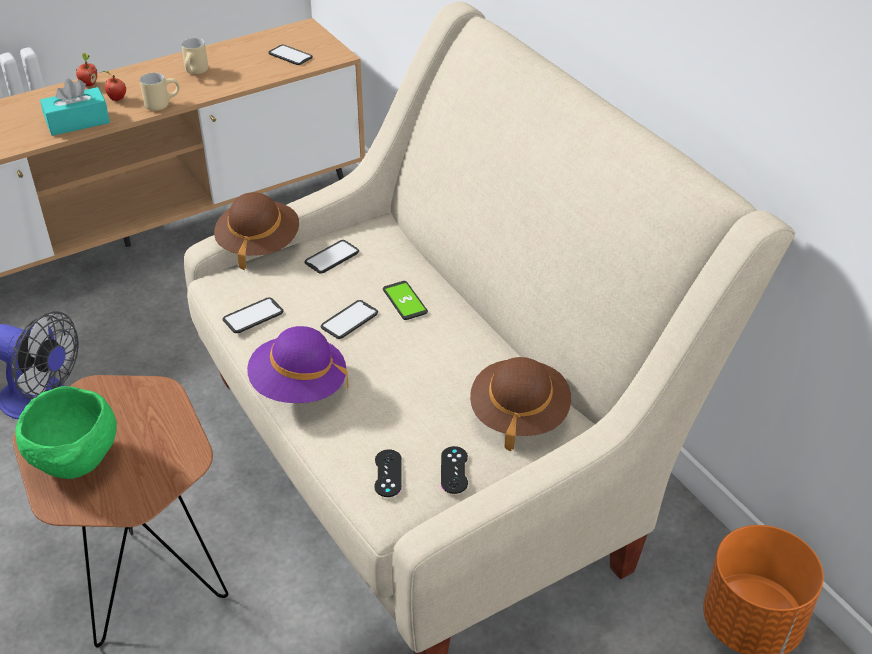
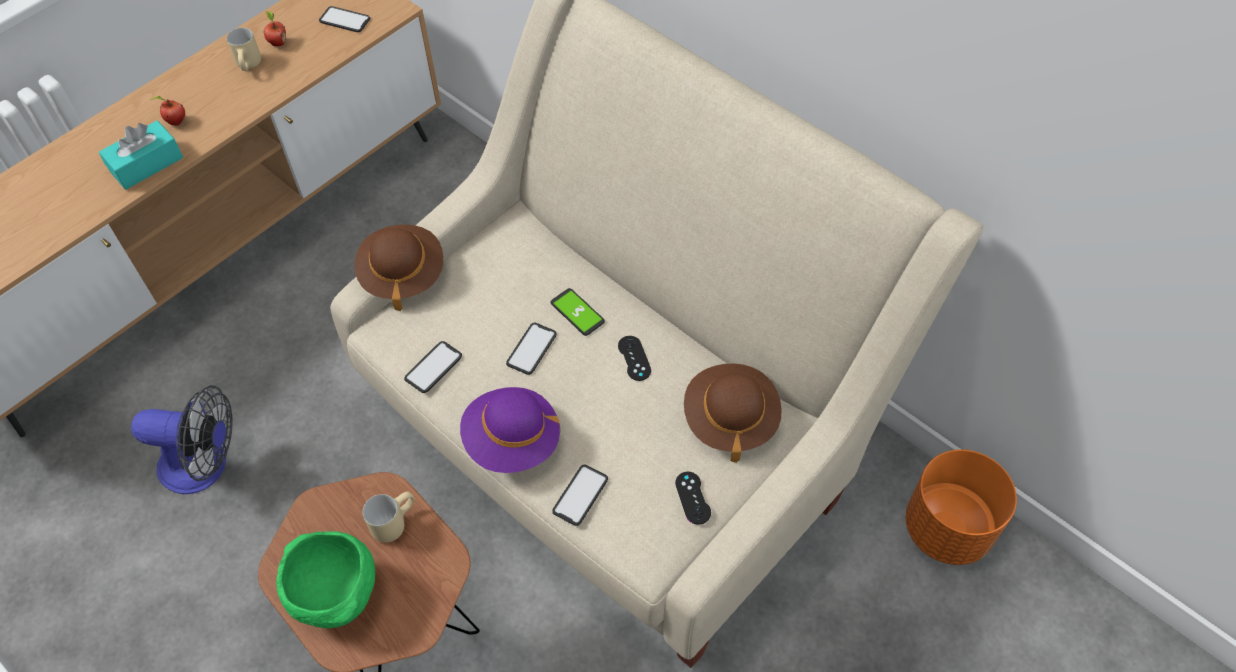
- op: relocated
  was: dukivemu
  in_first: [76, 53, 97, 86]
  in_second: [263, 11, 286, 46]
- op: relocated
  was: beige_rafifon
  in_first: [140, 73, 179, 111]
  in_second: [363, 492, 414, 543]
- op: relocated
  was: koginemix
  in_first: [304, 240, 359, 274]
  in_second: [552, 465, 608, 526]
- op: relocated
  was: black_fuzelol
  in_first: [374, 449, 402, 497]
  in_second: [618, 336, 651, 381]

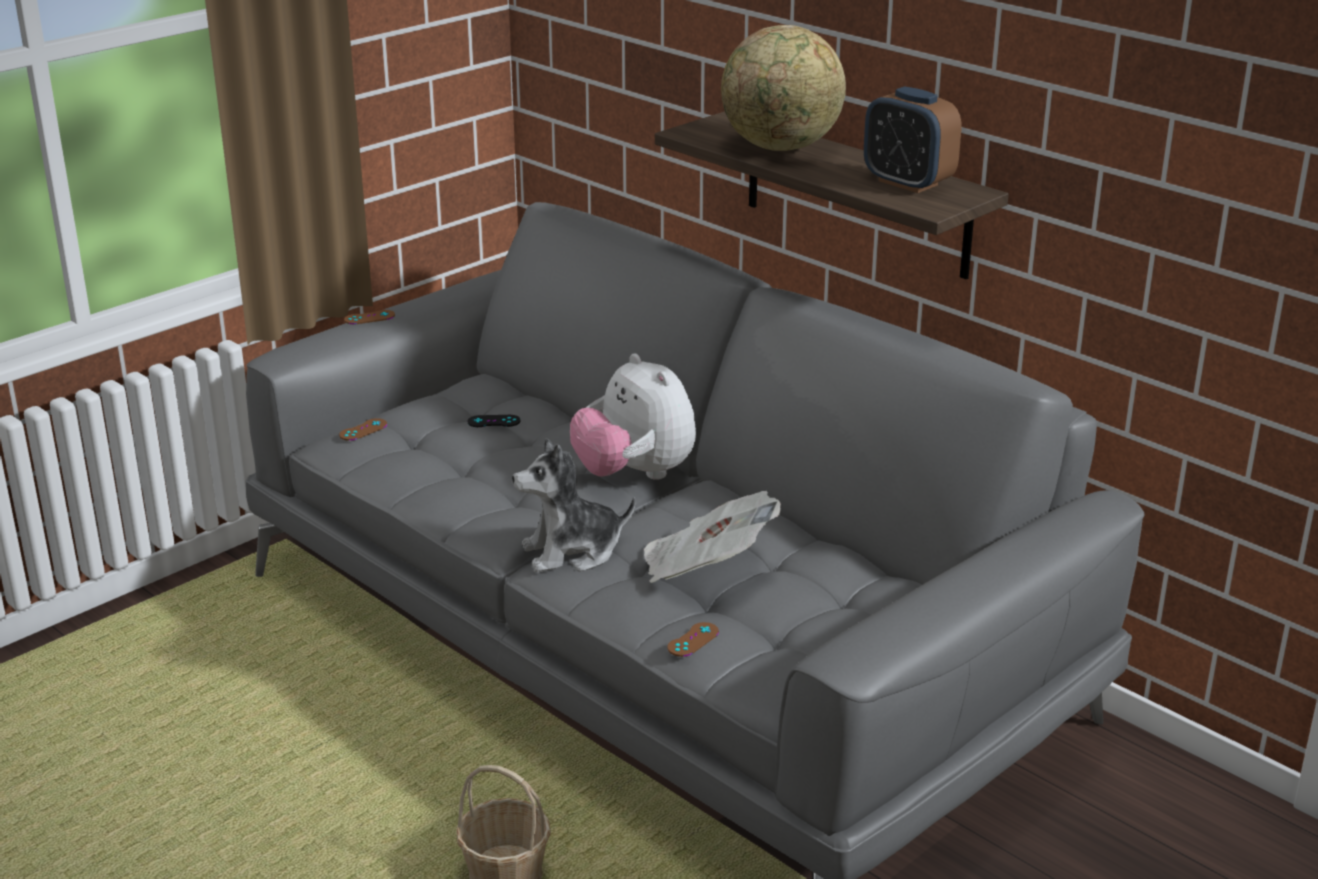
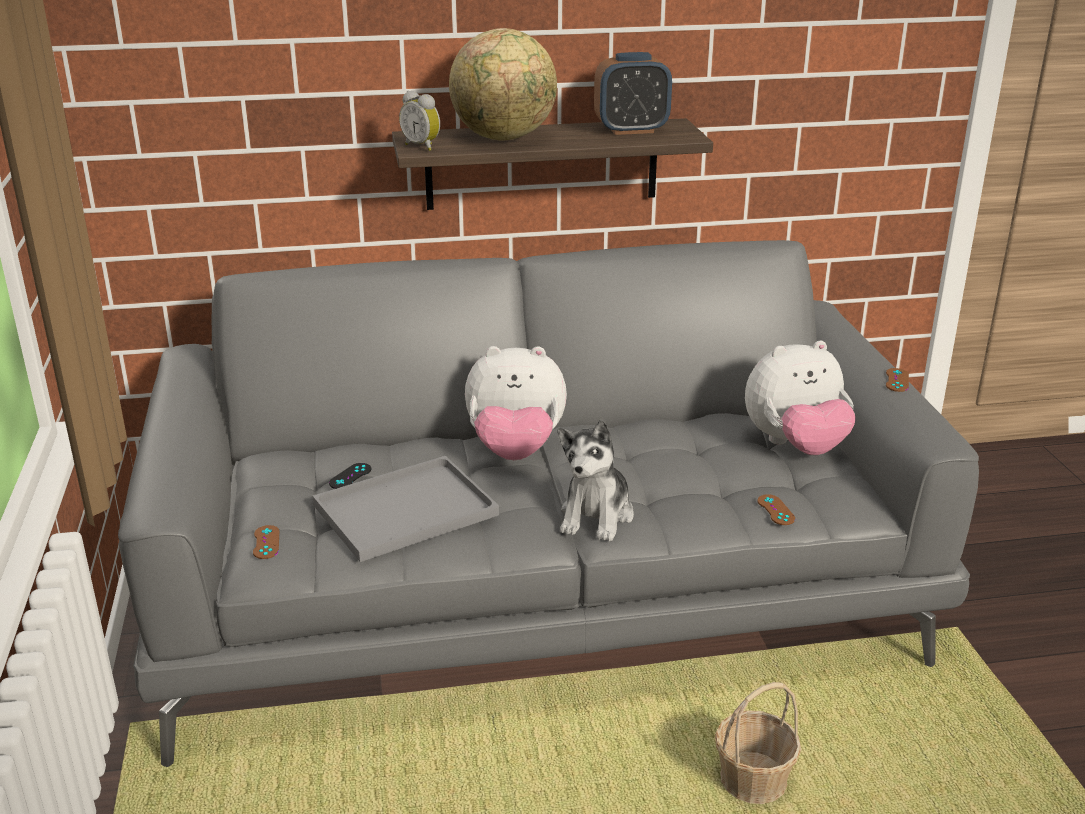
- op: missing
  was: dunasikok
  in_first: [644, 491, 781, 583]
- op: appeared
  now: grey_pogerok
  in_second: [313, 456, 499, 562]
- op: appeared
  now: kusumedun
  in_second: [399, 91, 440, 151]
- op: appeared
  now: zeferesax
  in_second: [745, 341, 856, 455]
- op: relocated
  was: brown_fuzelol
  in_first: [344, 310, 395, 324]
  in_second: [886, 368, 909, 392]

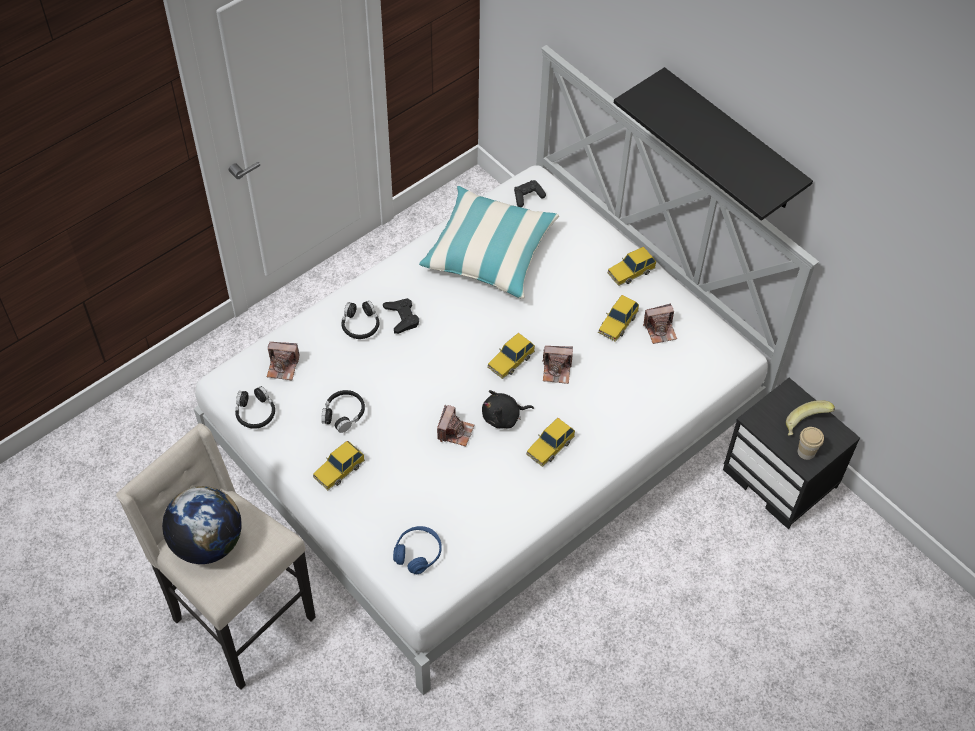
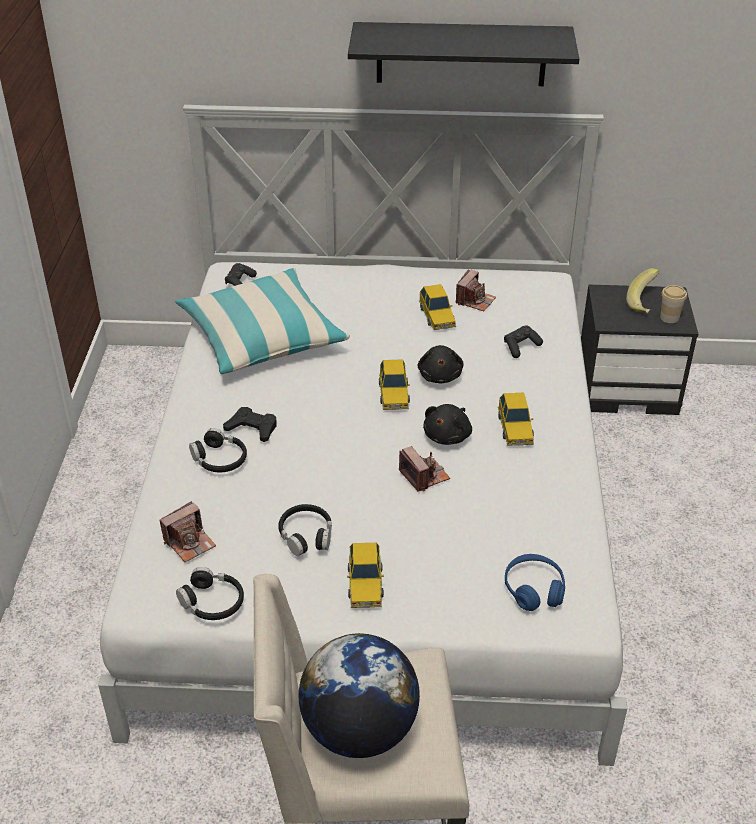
- op: missing
  was: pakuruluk
  in_first: [607, 247, 656, 286]
- op: appeared
  now: black_fuzelol
  in_second: [504, 326, 543, 358]
- op: exchanged
  was: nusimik
  now: black_zeferesax
  in_first: [542, 346, 573, 384]
  in_second: [418, 345, 464, 383]

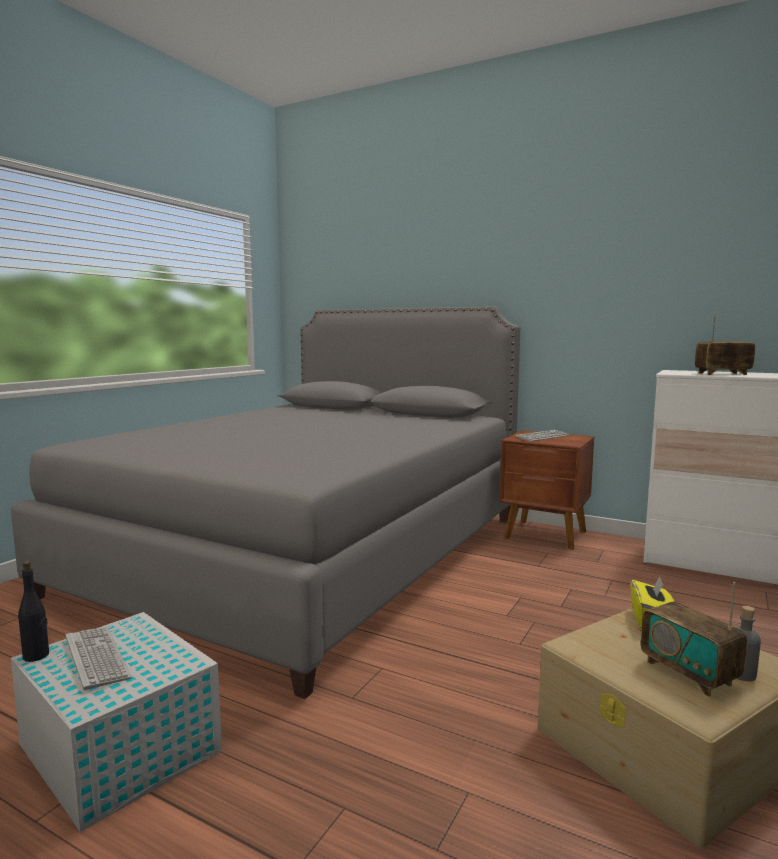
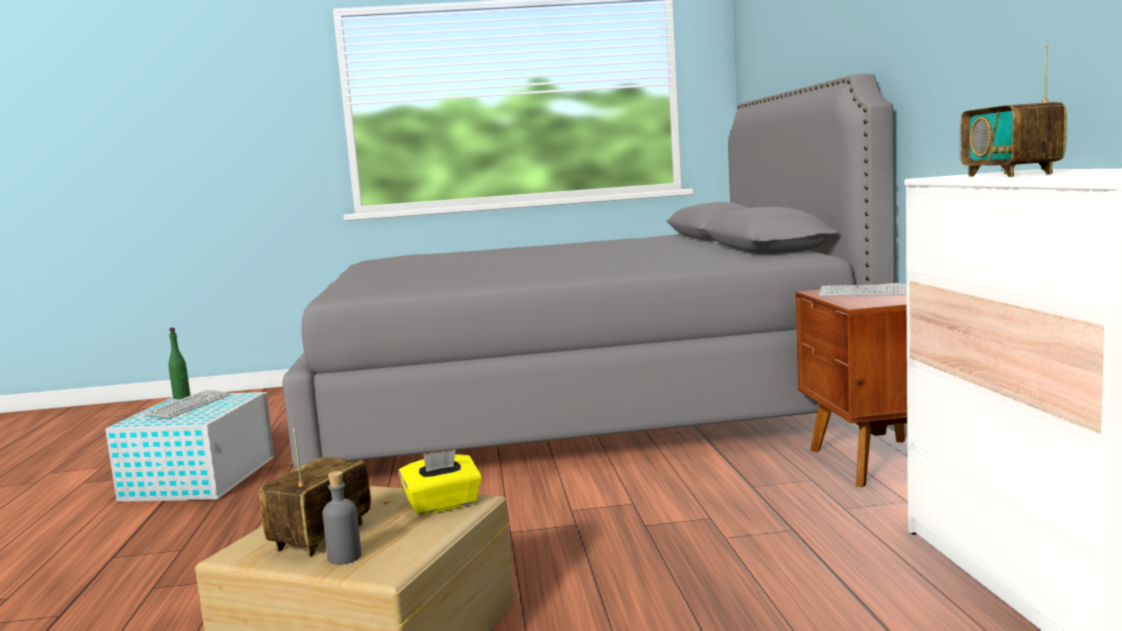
- op: colour
  was: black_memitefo
  now: green_memitefo
  in_first: [18, 561, 49, 662]
  in_second: [168, 327, 191, 399]
- op: spun
  was: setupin
  in_first: [695, 315, 755, 375]
  in_second: [961, 43, 1067, 177]
  clockwise: -150

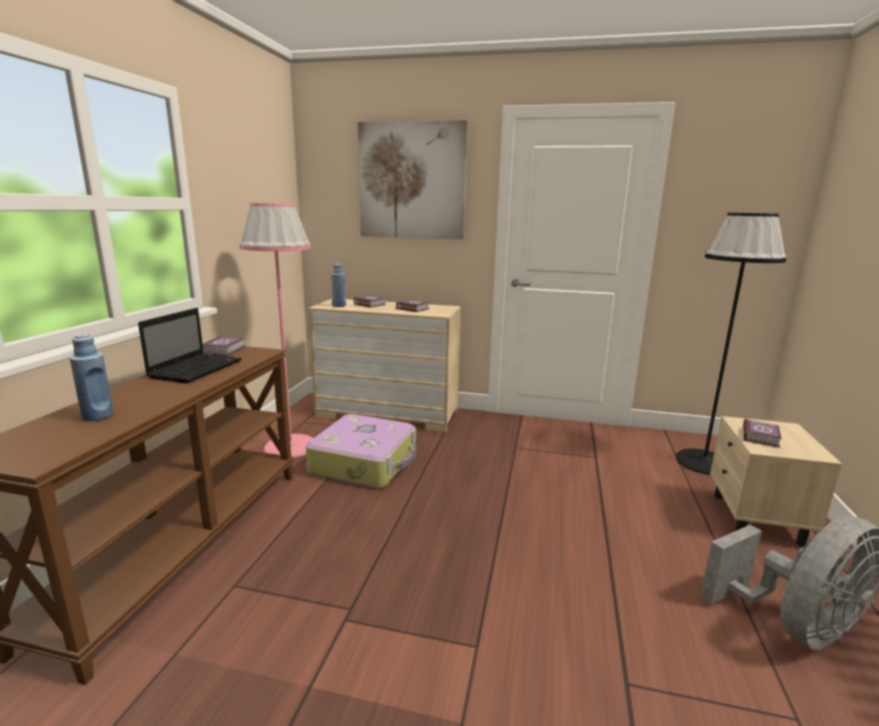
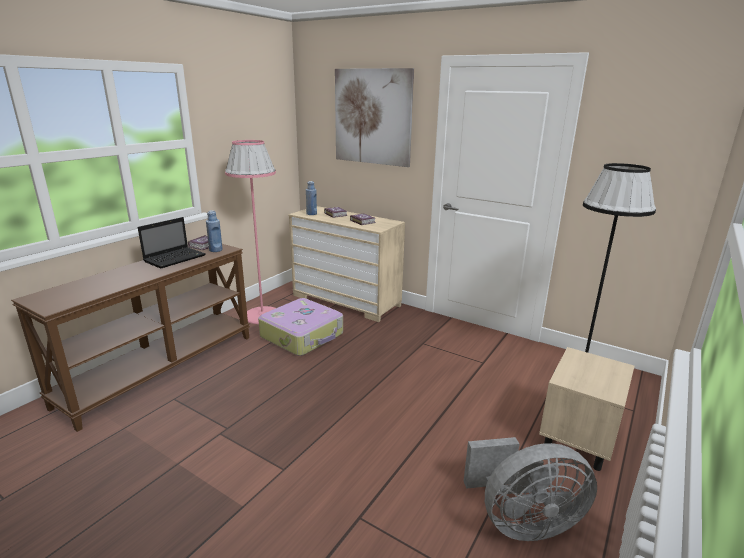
- op: missing
  was: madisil
  in_first: [743, 419, 782, 448]
- op: relocated
  was: blue_memitefo
  in_first: [69, 334, 113, 421]
  in_second: [206, 210, 223, 252]

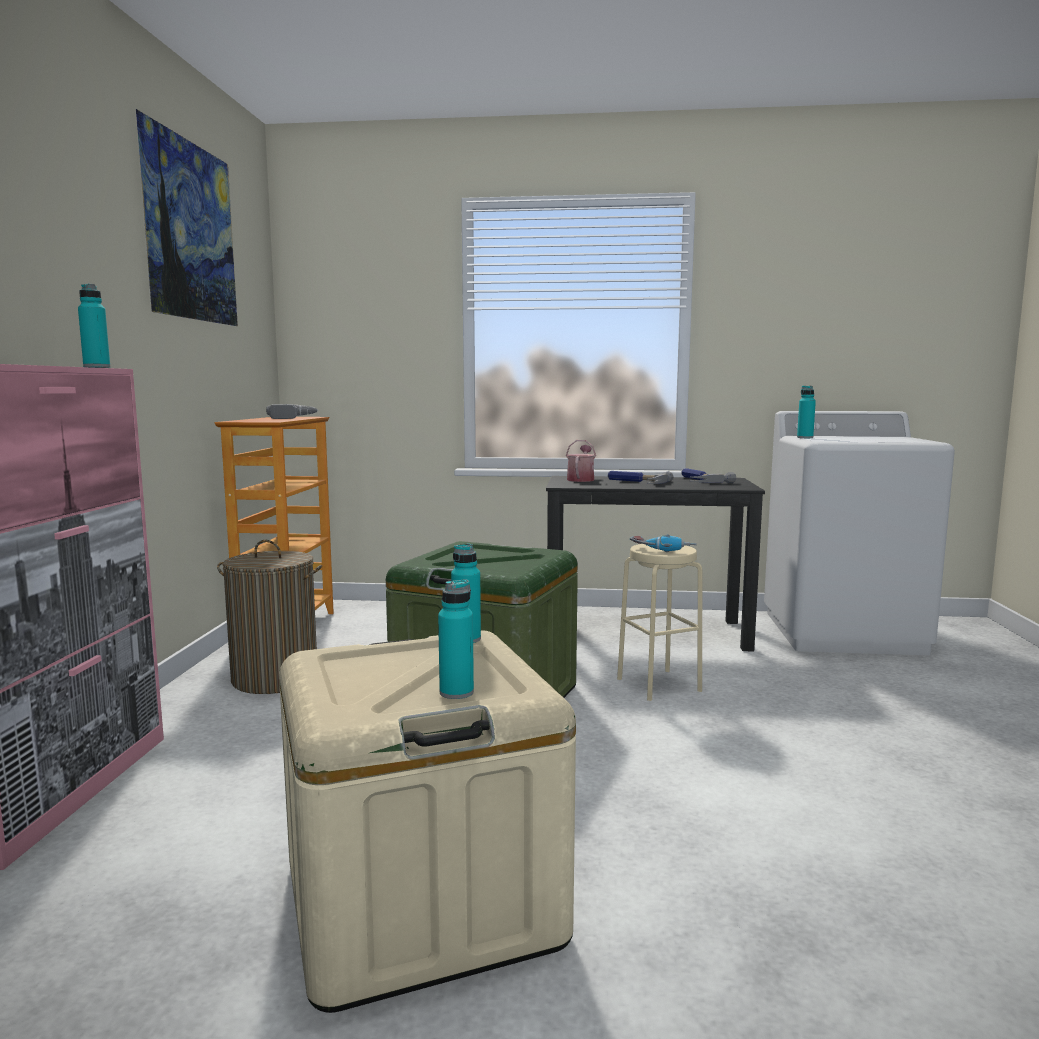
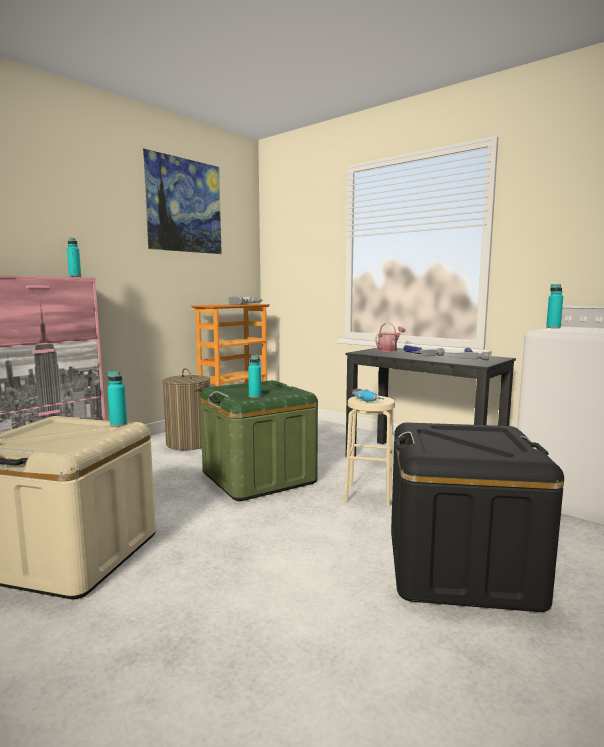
- op: appeared
  now: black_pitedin
  in_second: [391, 422, 564, 612]
- op: relocated
  was: turquoise_memitefo
  in_first: [438, 580, 474, 699]
  in_second: [248, 355, 261, 398]

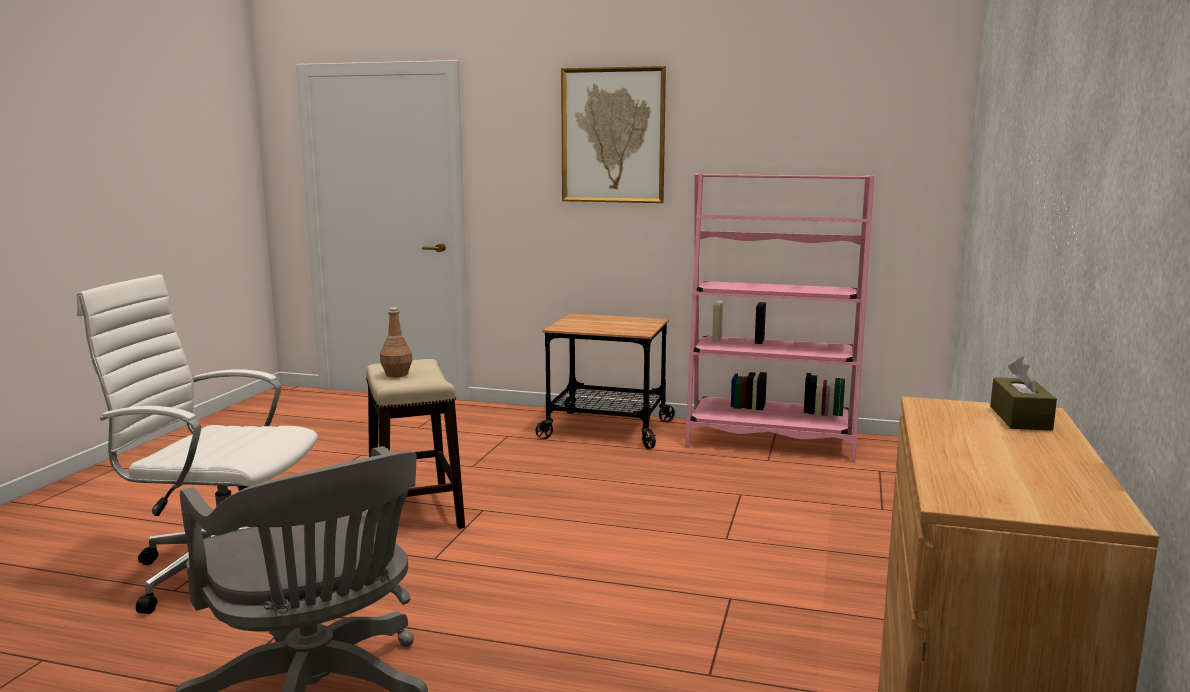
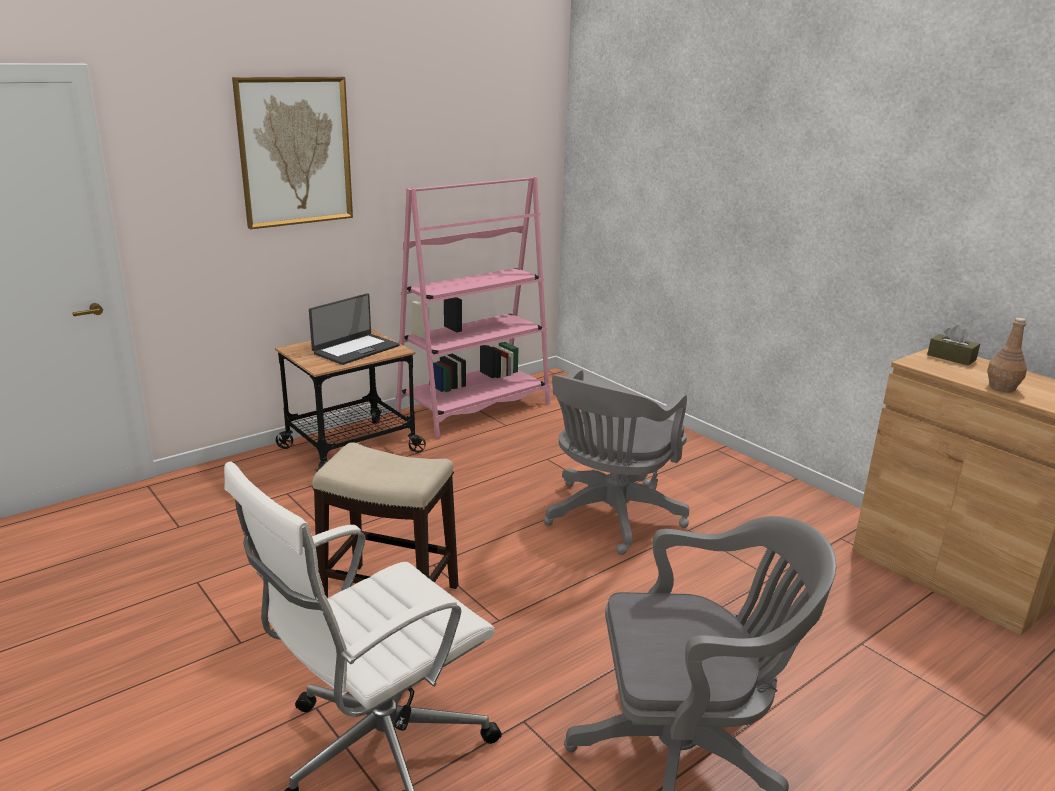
- op: appeared
  now: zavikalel
  in_second: [309, 293, 399, 365]
- op: appeared
  now: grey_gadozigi
  in_second: [543, 369, 689, 555]
- op: relocated
  was: brown_memitefo
  in_first: [380, 307, 412, 377]
  in_second: [987, 318, 1027, 392]

